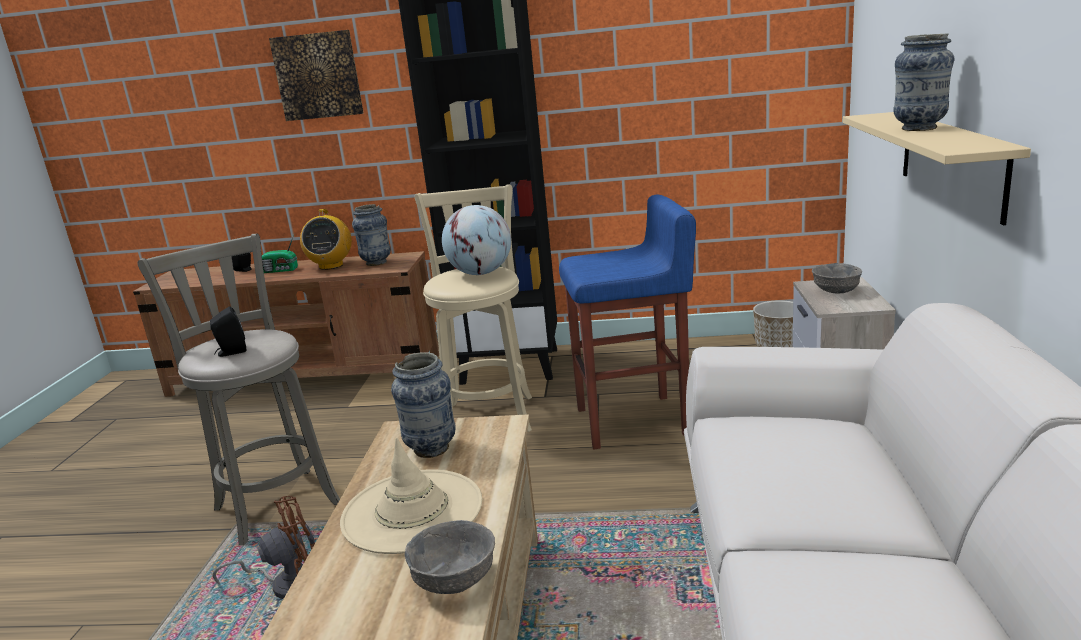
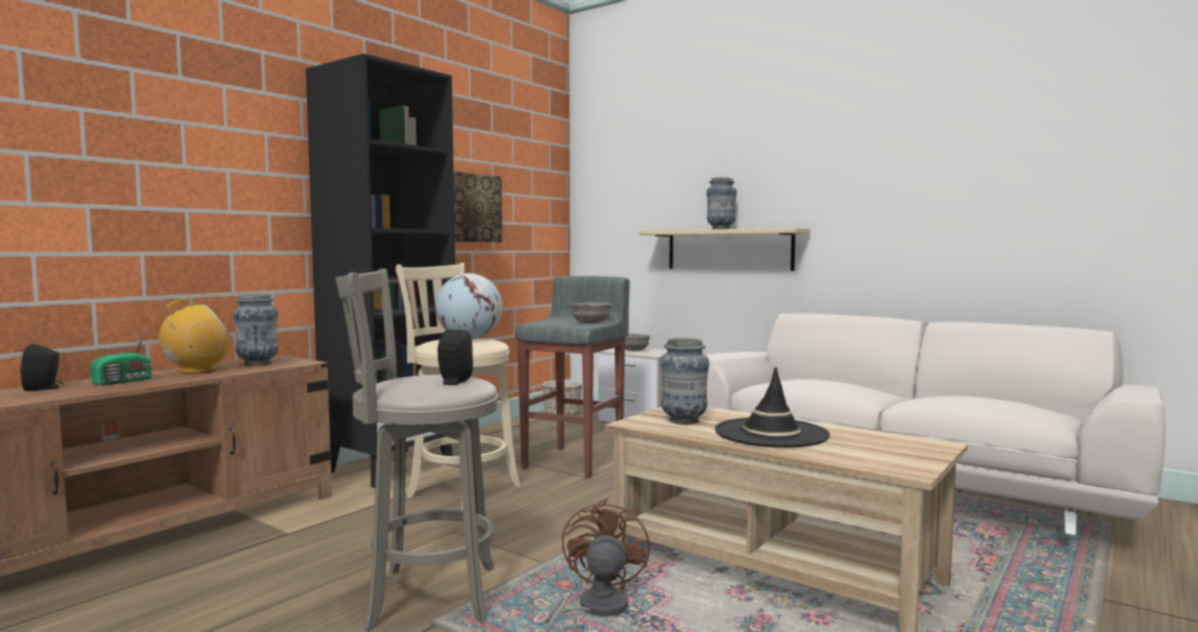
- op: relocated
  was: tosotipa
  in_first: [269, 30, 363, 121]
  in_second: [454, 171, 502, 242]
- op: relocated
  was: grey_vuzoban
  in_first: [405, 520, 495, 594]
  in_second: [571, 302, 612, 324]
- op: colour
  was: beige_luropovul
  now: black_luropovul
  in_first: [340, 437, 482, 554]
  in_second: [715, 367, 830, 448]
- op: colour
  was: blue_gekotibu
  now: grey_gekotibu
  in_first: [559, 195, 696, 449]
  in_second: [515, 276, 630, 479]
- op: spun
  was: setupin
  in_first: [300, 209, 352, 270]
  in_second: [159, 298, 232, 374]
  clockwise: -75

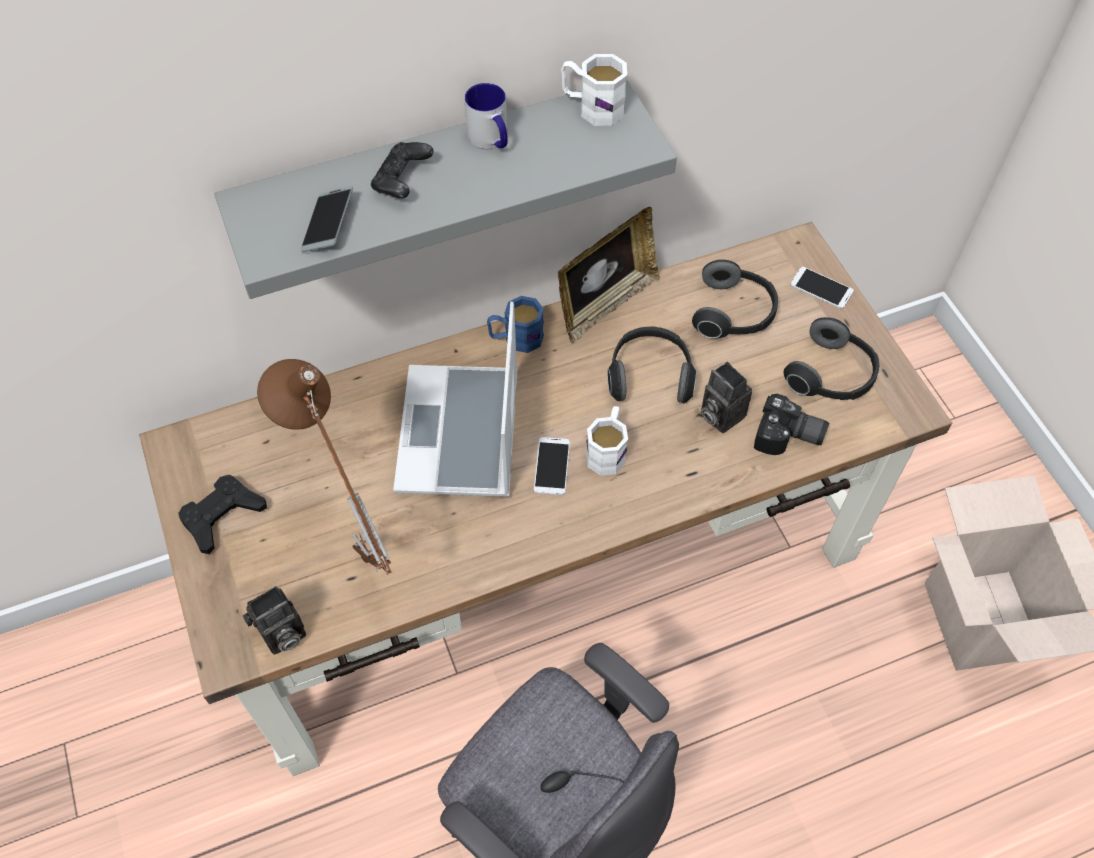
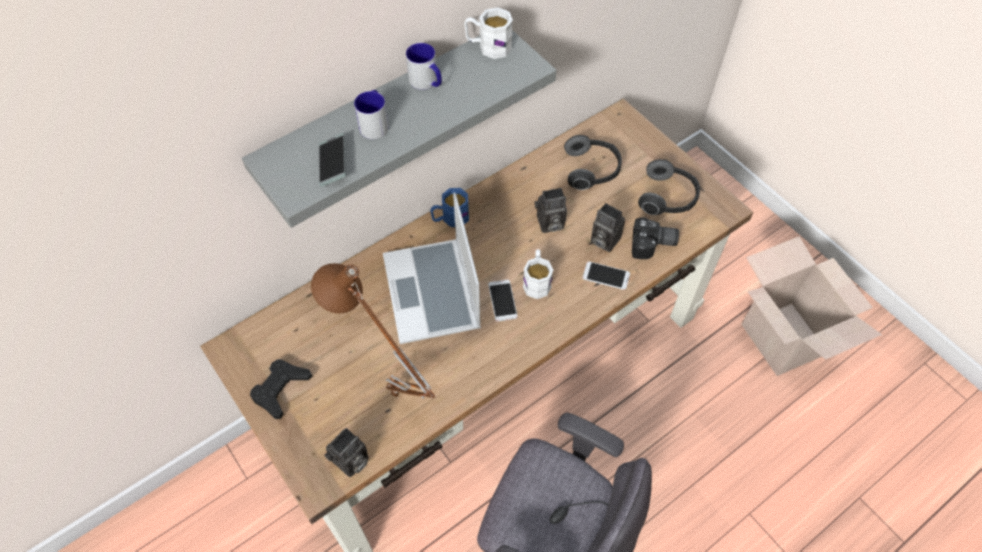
- op: missing
  was: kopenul
  in_first: [558, 207, 660, 343]
- op: relocated
  was: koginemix
  in_first: [790, 267, 854, 309]
  in_second: [582, 261, 630, 290]
- op: exchanged
  was: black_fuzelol
  now: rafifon
  in_first: [371, 142, 434, 198]
  in_second: [354, 90, 389, 139]
- op: exchanged
  was: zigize
  now: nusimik
  in_first: [607, 327, 697, 403]
  in_second: [534, 188, 567, 233]

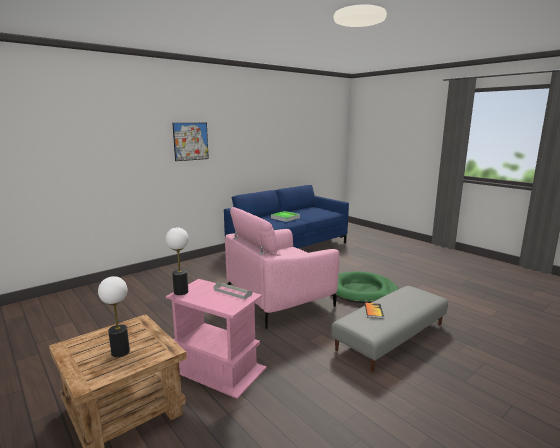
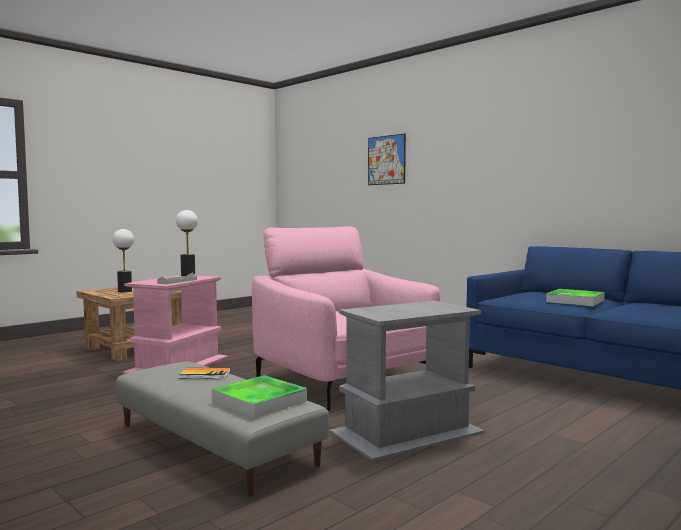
- op: appeared
  now: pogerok
  in_second: [212, 375, 307, 418]
- op: relocated
  was: tosotipa
  in_first: [172, 123, 209, 161]
  in_second: [368, 134, 406, 185]
- op: exchanged
  was: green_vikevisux
  now: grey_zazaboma
  in_first: [335, 271, 399, 304]
  in_second: [330, 301, 484, 461]

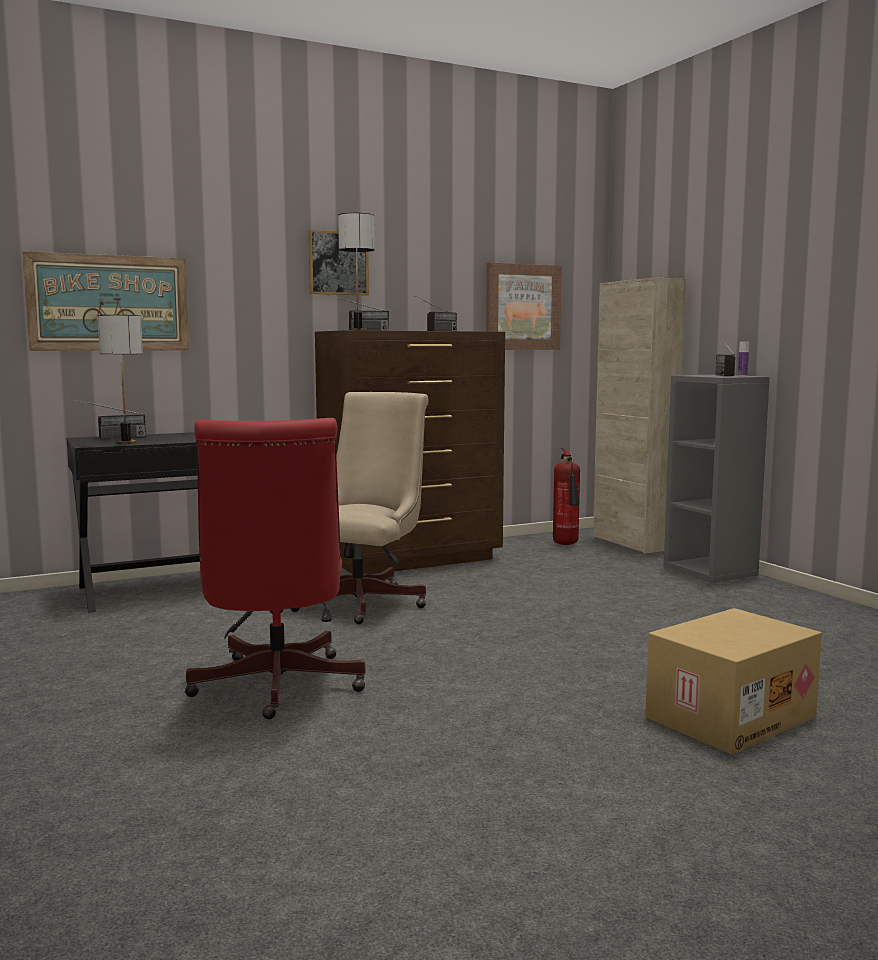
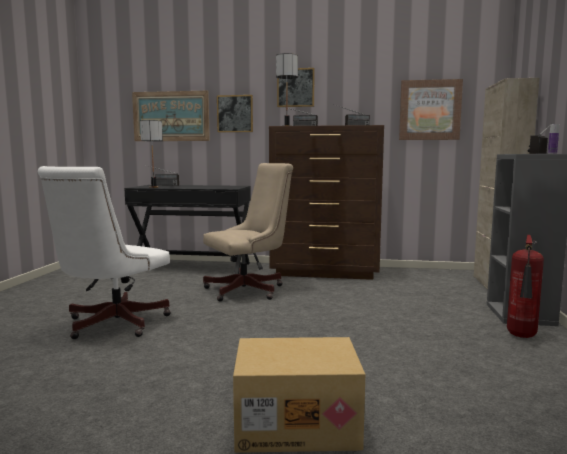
- op: appeared
  now: tosotipa
  in_second: [217, 95, 253, 132]
- op: relocated
  was: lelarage
  in_first: [553, 448, 580, 545]
  in_second: [507, 235, 544, 338]
- op: colour
  was: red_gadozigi
  now: white_gadozigi
  in_first: [185, 418, 366, 719]
  in_second: [38, 166, 171, 339]

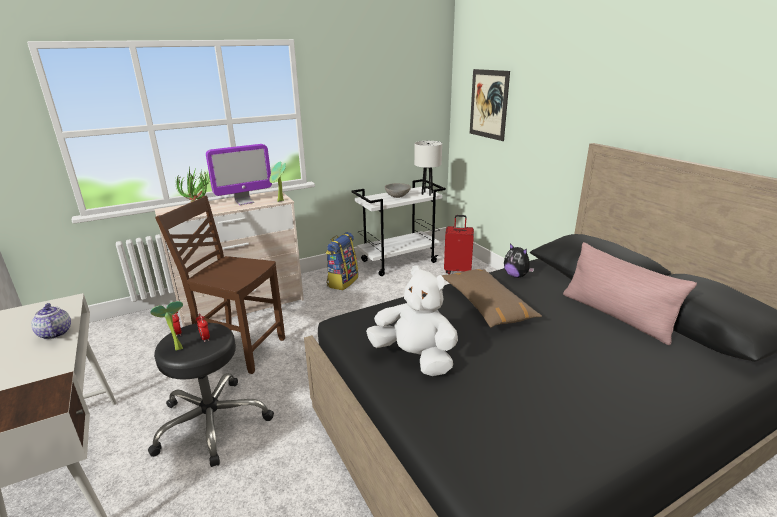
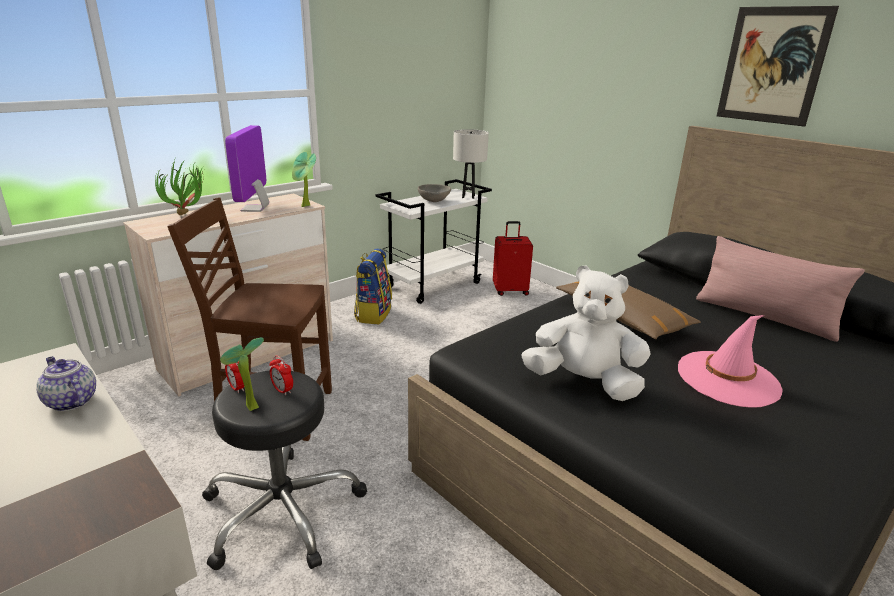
- op: missing
  was: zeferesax
  in_first: [504, 243, 535, 278]
- op: appeared
  now: pink_luropovul
  in_second: [678, 315, 783, 408]
- op: relocated
  was: tosotipa
  in_first: [470, 69, 510, 141]
  in_second: [717, 6, 839, 127]
- op: spun
  was: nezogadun
  in_first: [206, 144, 272, 205]
  in_second: [225, 125, 269, 212]
  clockwise: 135

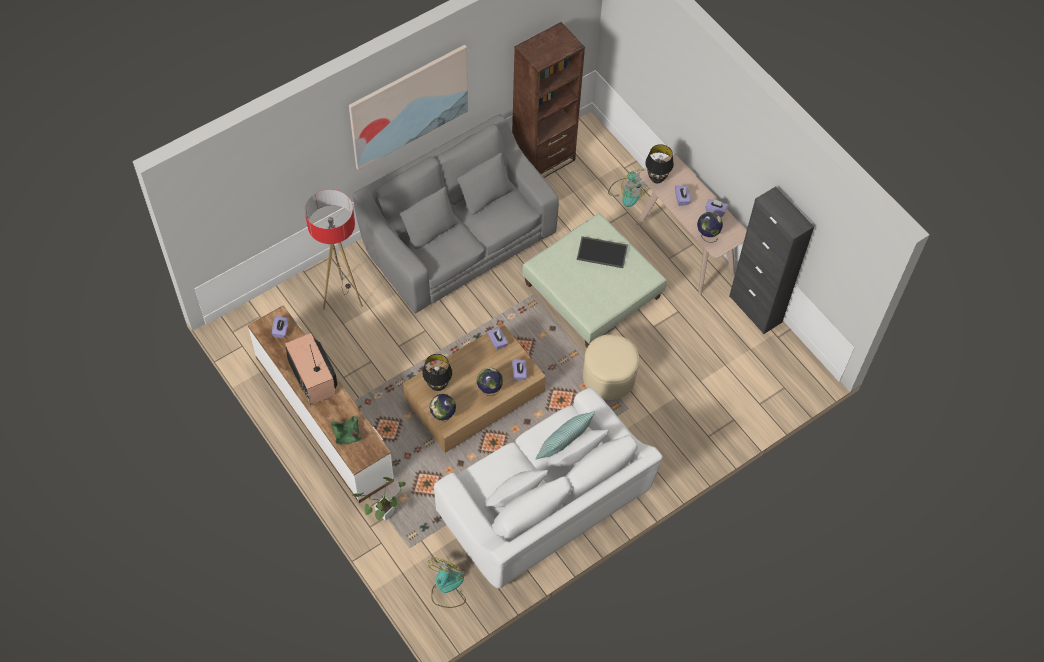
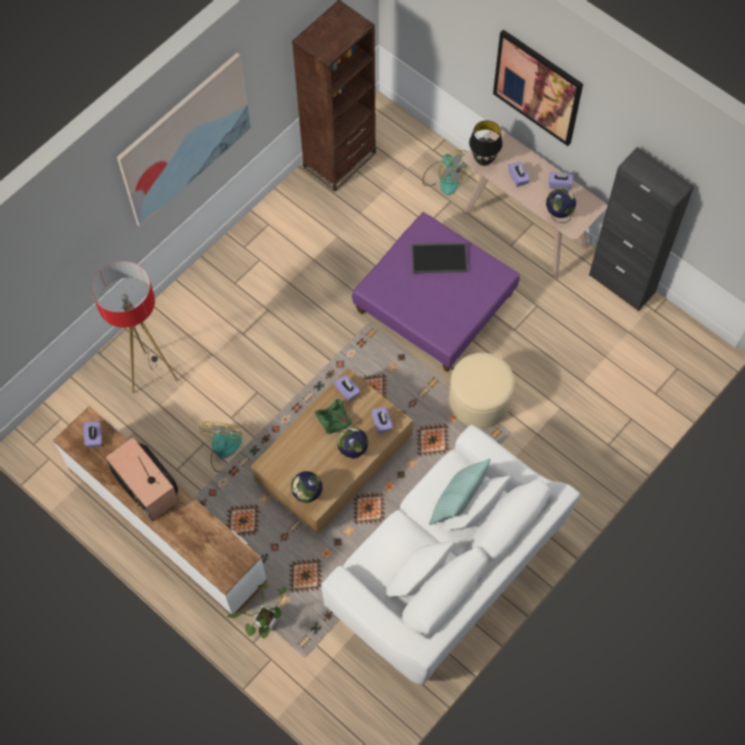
- op: missing
  was: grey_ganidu
  in_first: [352, 114, 559, 313]
- op: missing
  was: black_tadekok
  in_first: [422, 354, 452, 391]
- op: appeared
  now: tosotipa
  in_second: [493, 30, 583, 146]
- op: relocated
  was: green_vuzoban
  in_first: [331, 416, 361, 444]
  in_second: [315, 399, 352, 434]
- op: relocated
  was: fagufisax
  in_first: [428, 557, 466, 608]
  in_second: [199, 421, 244, 472]
- op: colour
  was: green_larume
  now: purple_larume
  in_first: [522, 213, 667, 347]
  in_second: [352, 212, 520, 372]

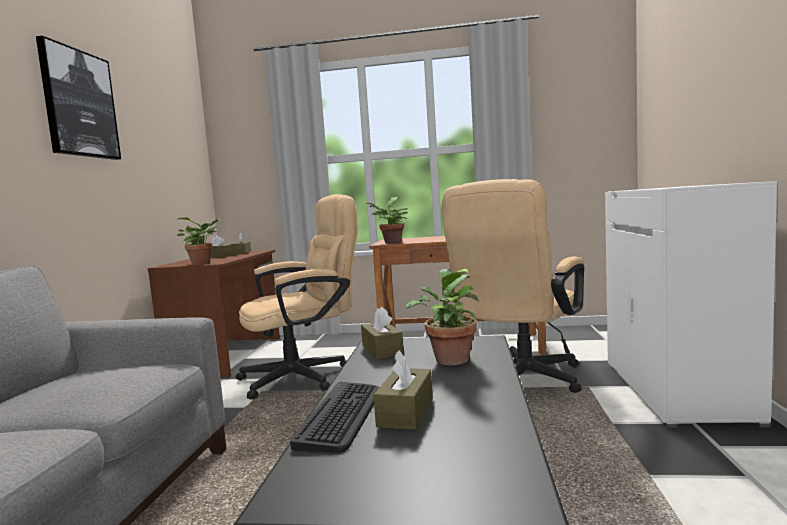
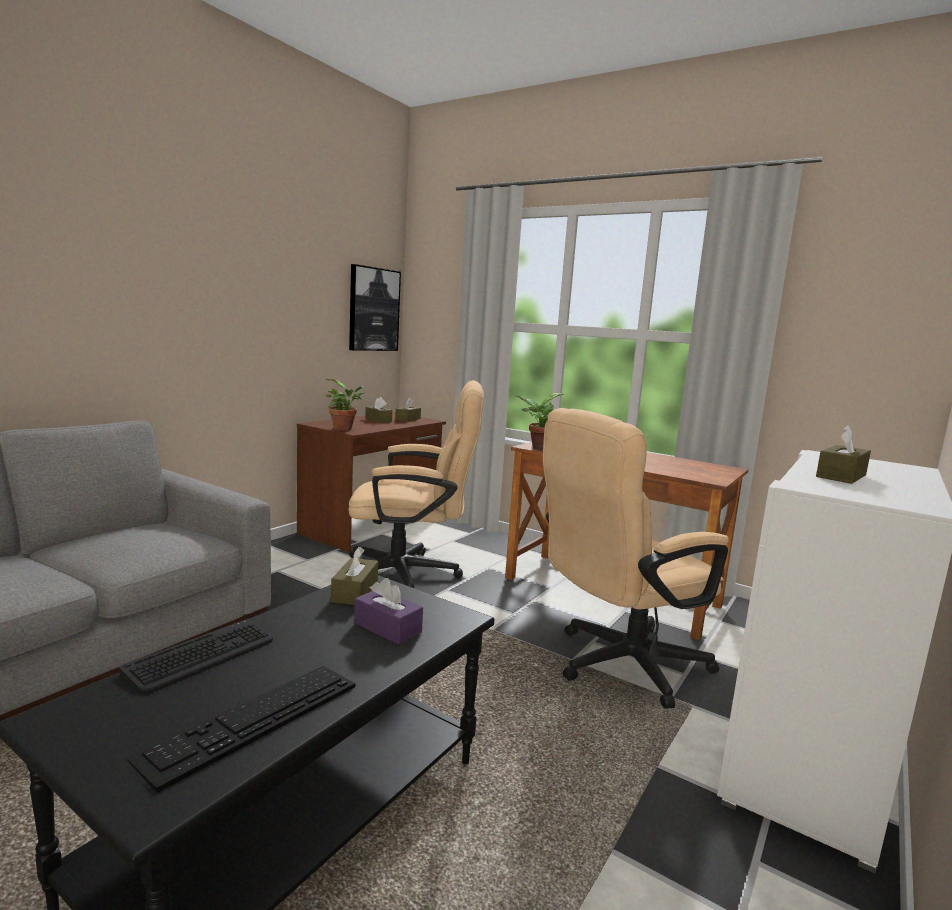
- op: appeared
  now: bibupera
  in_second: [127, 666, 355, 793]
- op: relocated
  was: tosotipa
  in_first: [36, 36, 121, 160]
  in_second: [349, 264, 401, 351]
- op: relocated
  was: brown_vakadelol
  in_first: [373, 350, 433, 430]
  in_second: [816, 425, 871, 484]
- op: exchanged
  was: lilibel
  now: purple_vakadelol
  in_first: [405, 268, 479, 365]
  in_second: [354, 578, 423, 645]

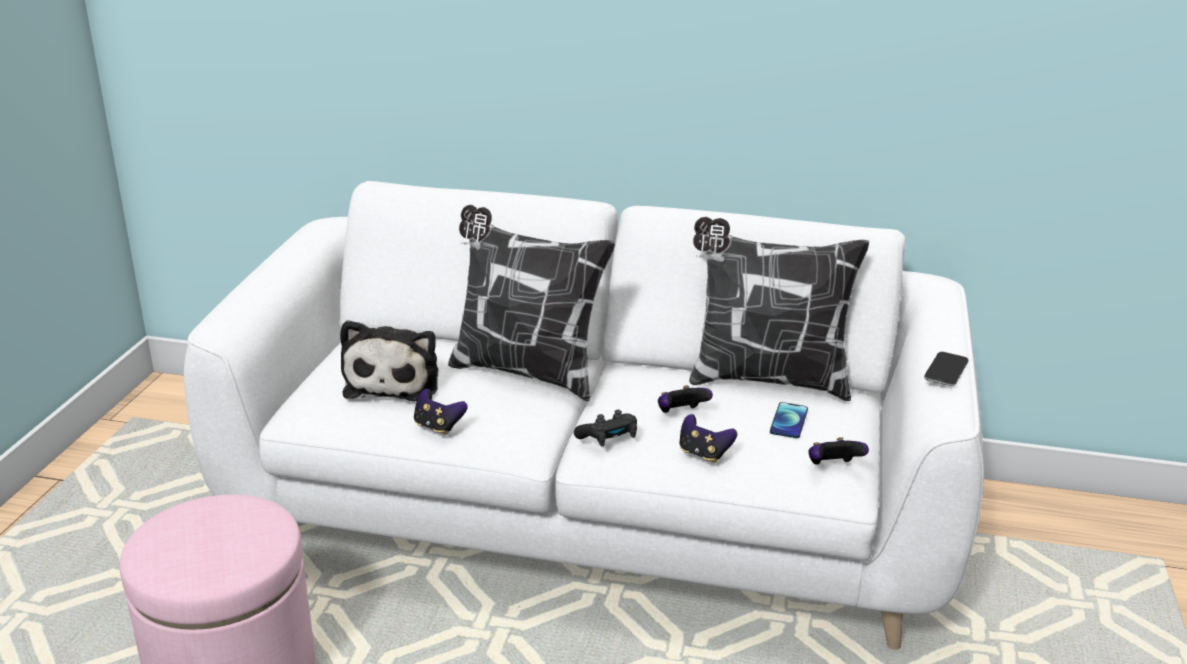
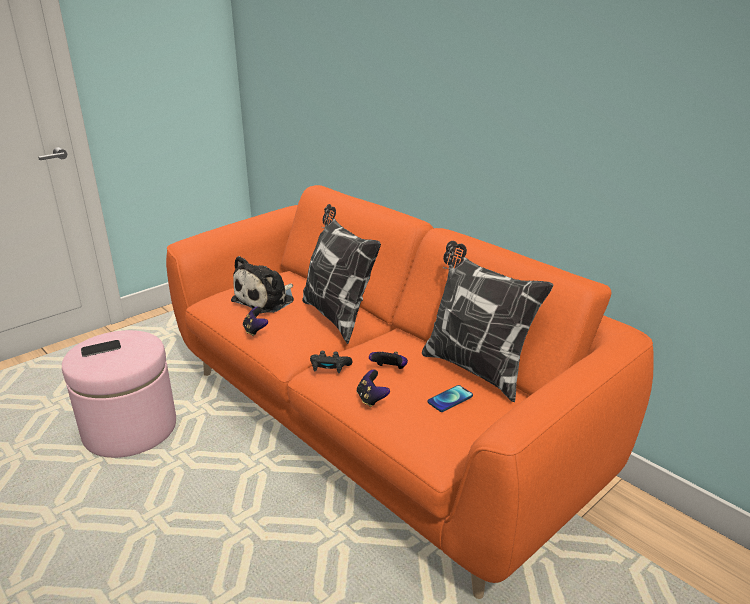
- op: missing
  was: fuzelol
  in_first: [808, 437, 869, 465]
- op: relocated
  was: koginemix
  in_first: [924, 352, 969, 386]
  in_second: [81, 340, 121, 357]
- op: colour
  was: white_ganidu
  now: orange_ganidu
  in_first: [184, 181, 984, 650]
  in_second: [166, 185, 654, 599]

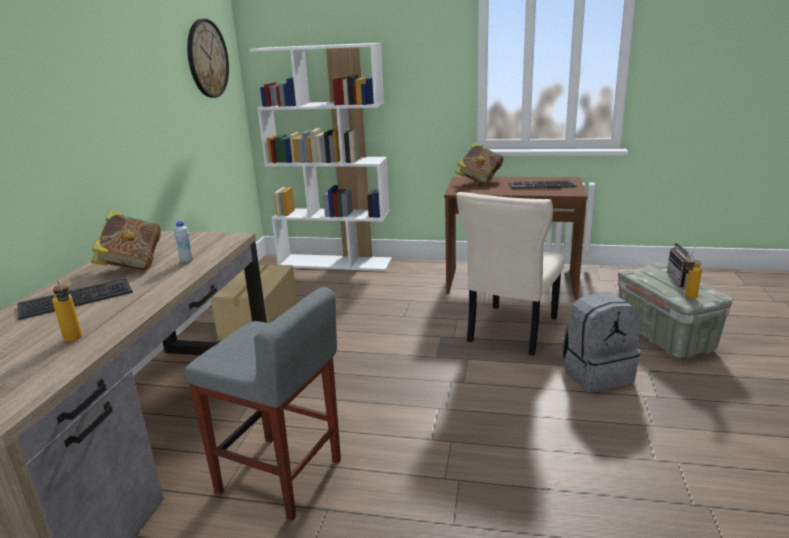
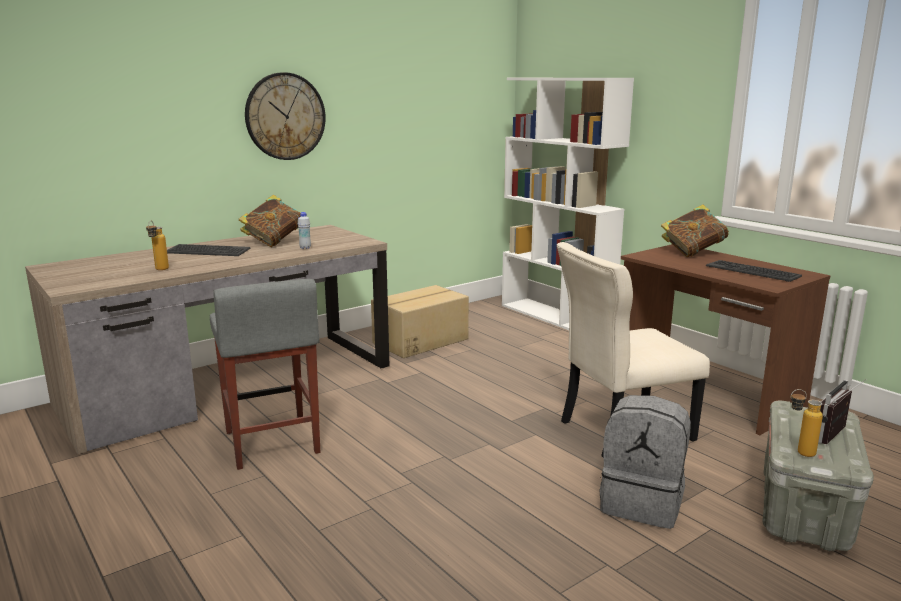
- op: relocated
  was: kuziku
  in_first: [187, 19, 229, 98]
  in_second: [245, 72, 326, 160]

